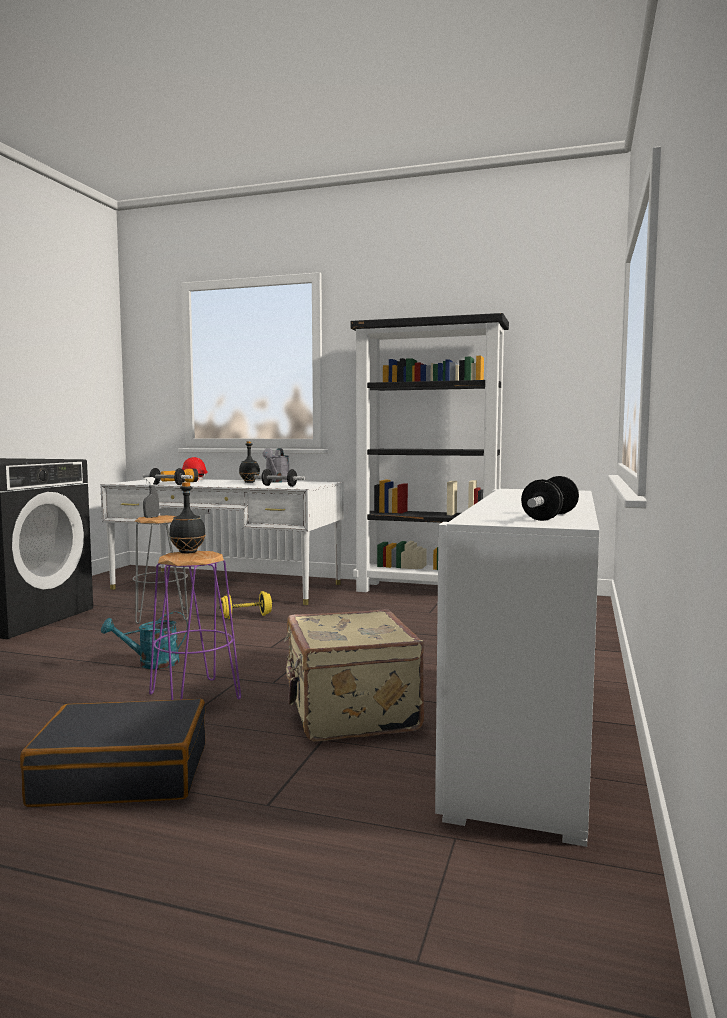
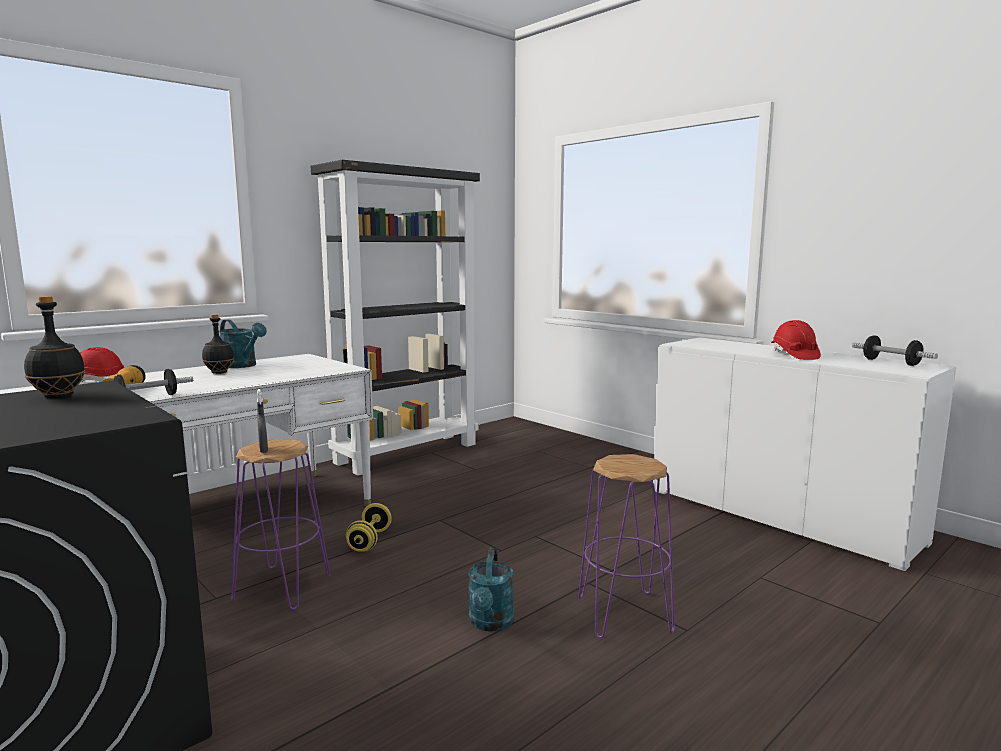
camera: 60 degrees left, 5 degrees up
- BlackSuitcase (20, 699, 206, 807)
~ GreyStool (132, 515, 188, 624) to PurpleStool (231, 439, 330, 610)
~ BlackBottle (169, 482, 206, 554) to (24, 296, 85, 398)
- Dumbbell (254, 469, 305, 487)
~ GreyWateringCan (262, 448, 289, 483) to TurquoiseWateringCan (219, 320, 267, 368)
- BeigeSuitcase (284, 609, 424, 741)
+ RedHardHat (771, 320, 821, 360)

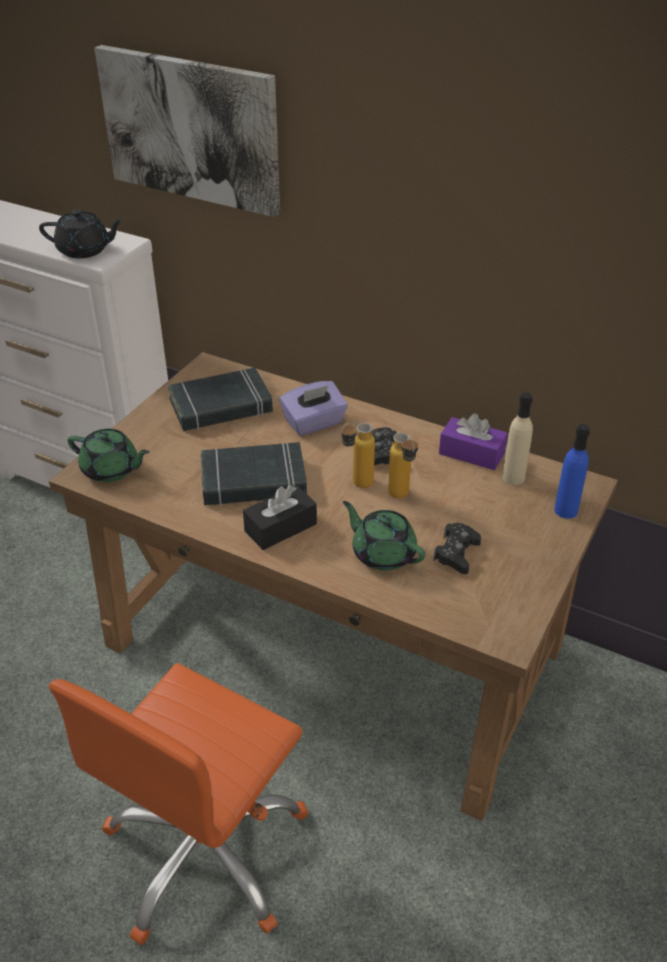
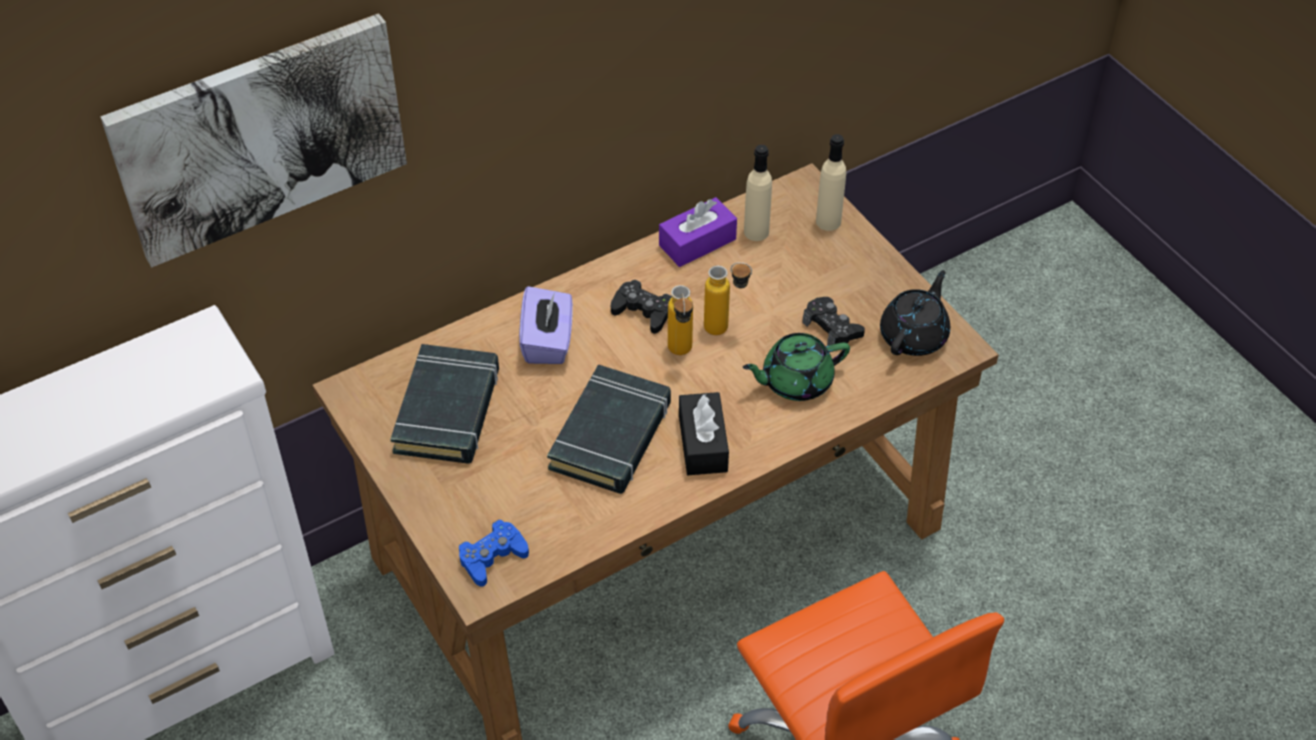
camera: 60 degrees left, 10 degrees up
~ BlackTeapot (39, 210, 124, 258) to (880, 270, 950, 356)
~ GreenTeapot (67, 429, 150, 482) to BlueGameController (459, 520, 529, 587)
~ BlueBottle (554, 424, 590, 519) to BeigeBottle (816, 134, 846, 231)

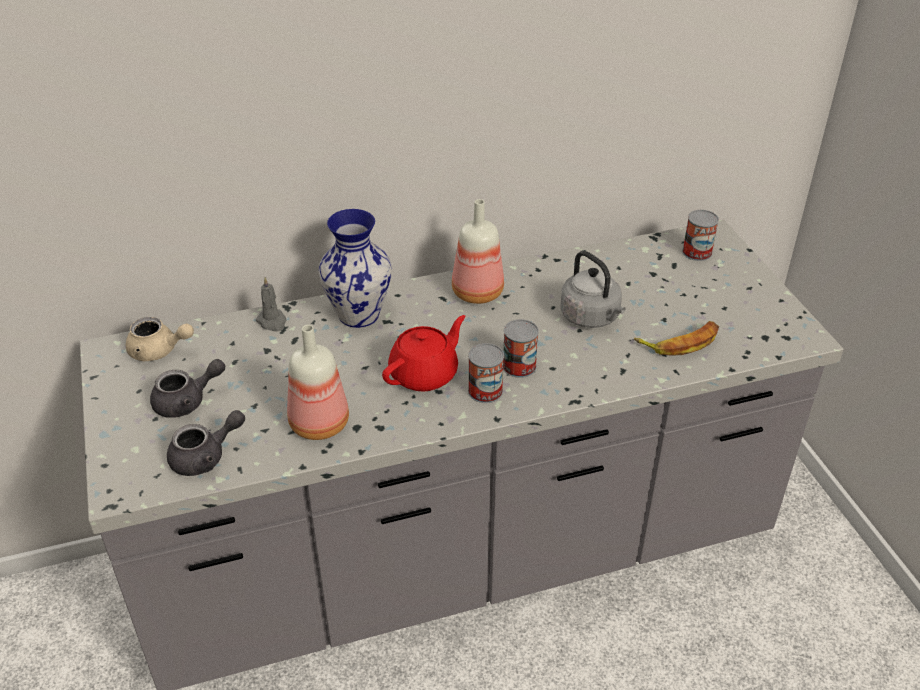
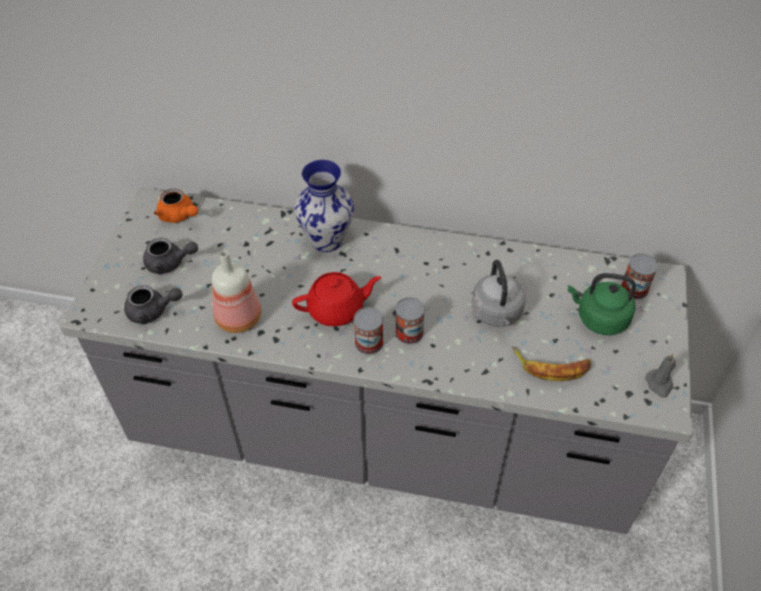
camera: 30 degrees right, 10 degrees up
~ BeigeTeapot (126, 317, 194, 361) to OrangeTeapot (154, 188, 198, 223)
~ GreyCandle (256, 277, 286, 332) to (645, 353, 676, 398)
- Bottle (452, 199, 504, 304)
+ GreenKettle (568, 273, 636, 335)

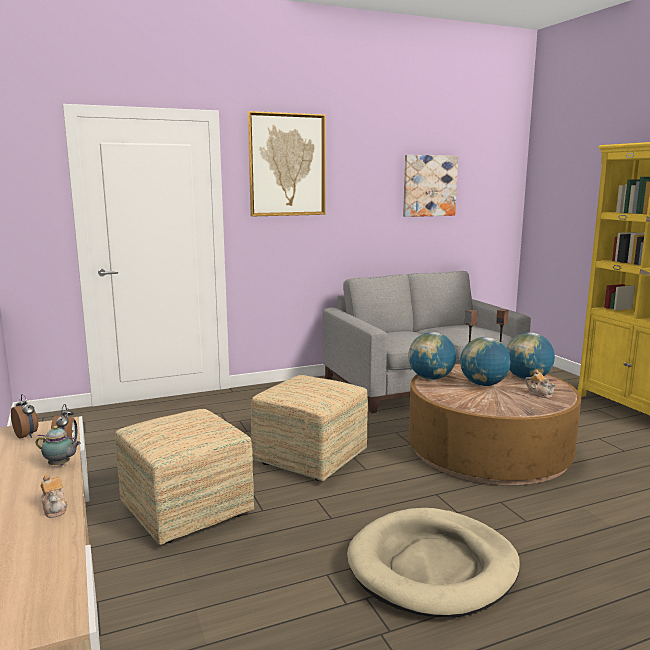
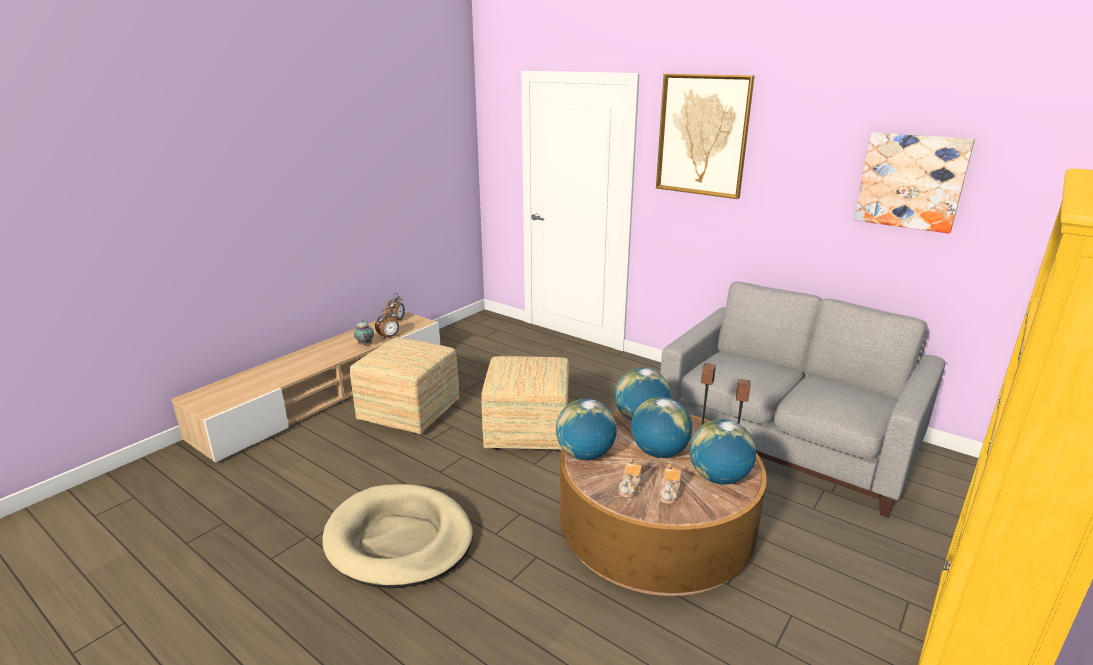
camera: 60 degrees right, 10 degrees up
~ Teapot (40, 474, 68, 518) to (618, 458, 643, 498)
+ Globe (556, 399, 617, 460)

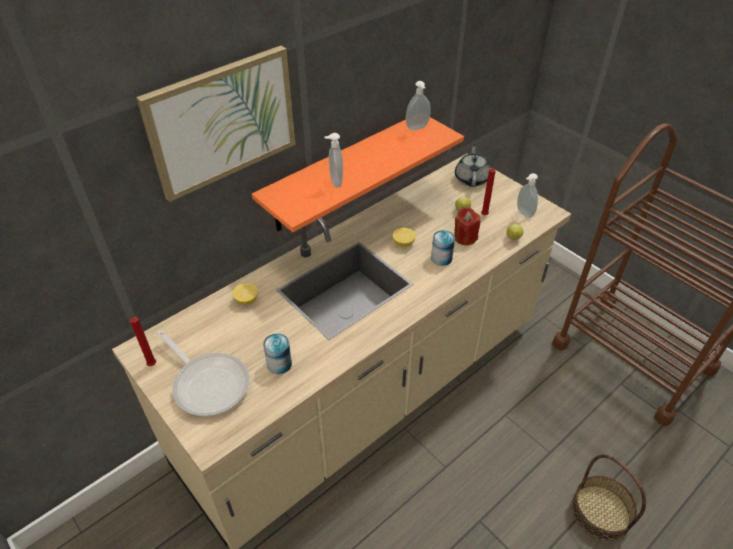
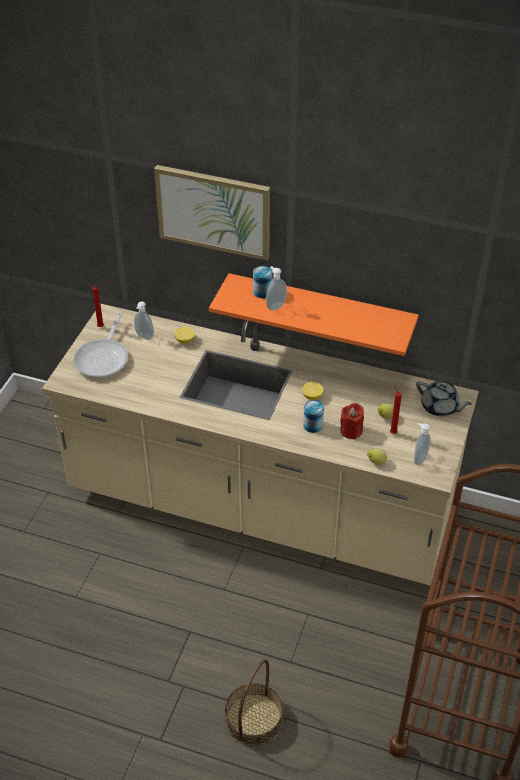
camera: 60 degrees right, 0 degrees up
~ Can (263, 333, 292, 374) to (253, 266, 273, 298)
~ SoapDispenser (406, 81, 431, 130) to (134, 301, 154, 340)
~ GreyTeapot (455, 144, 490, 187) = (416, 381, 472, 417) 60 degrees clockwise

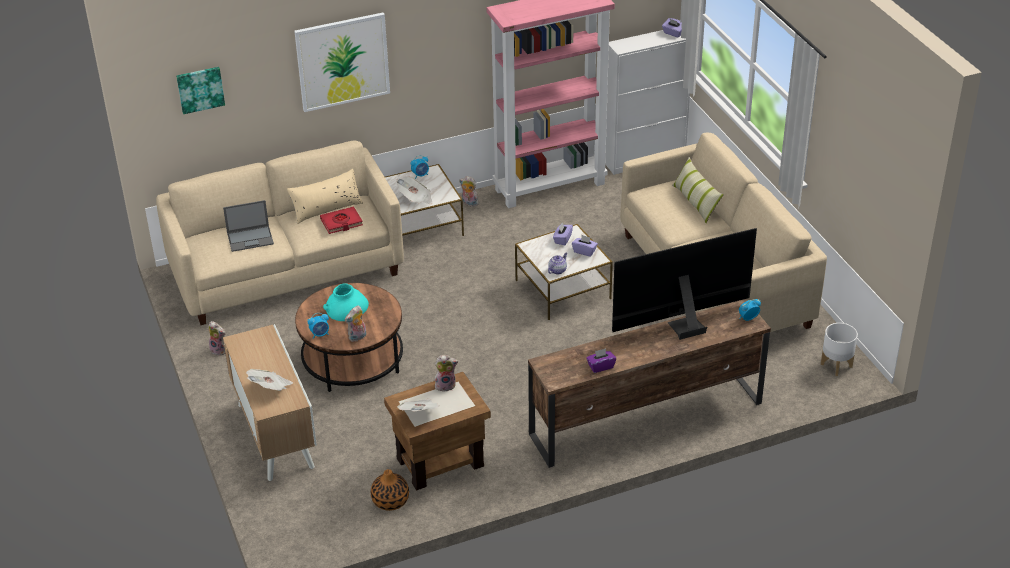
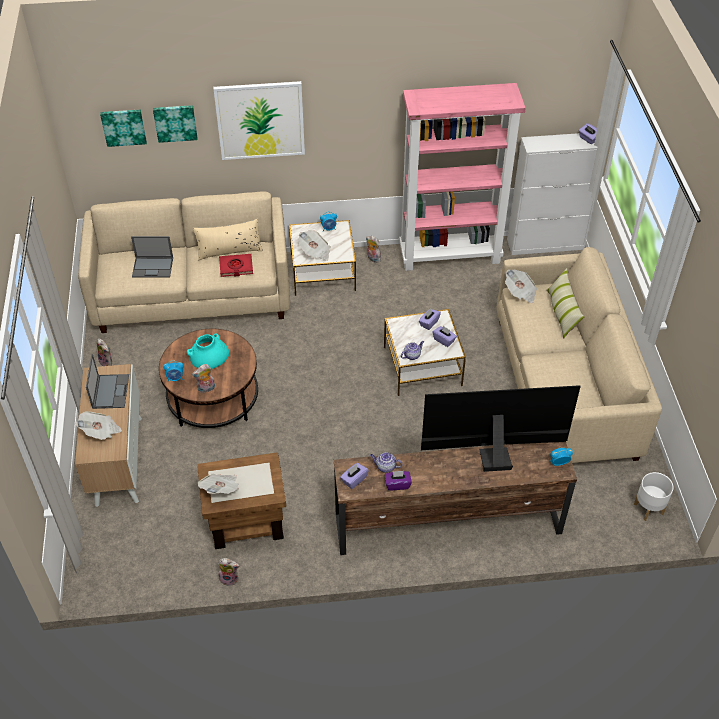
camera: 15 degrees right, 10 degrees up
- Vase (371, 469, 409, 511)
~ PlushToy (435, 355, 458, 391) to (218, 558, 239, 586)
+ Laptop (86, 354, 129, 409)
+ Picture (153, 105, 198, 143)
+ PurpleTissueBox (340, 463, 369, 489)
+ Teapot (370, 452, 403, 473)
+ Newspaper (505, 269, 537, 303)

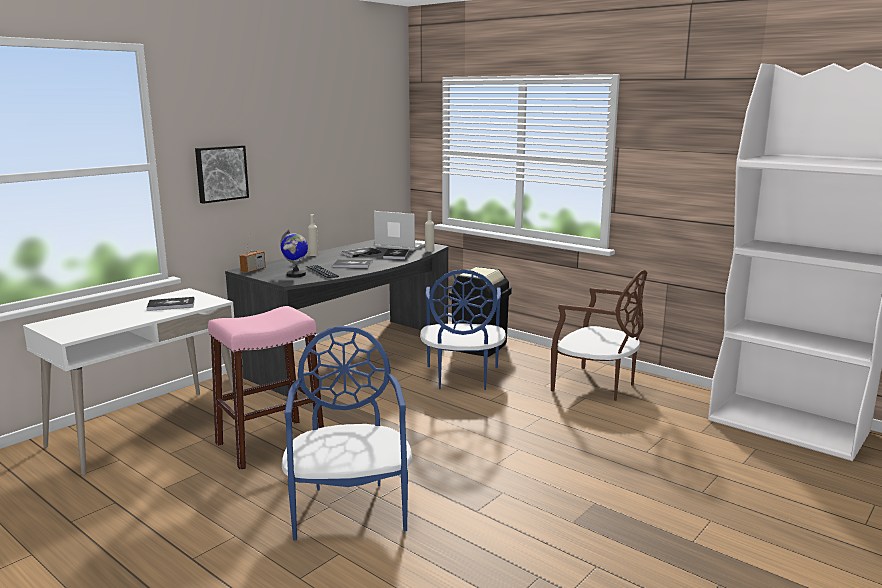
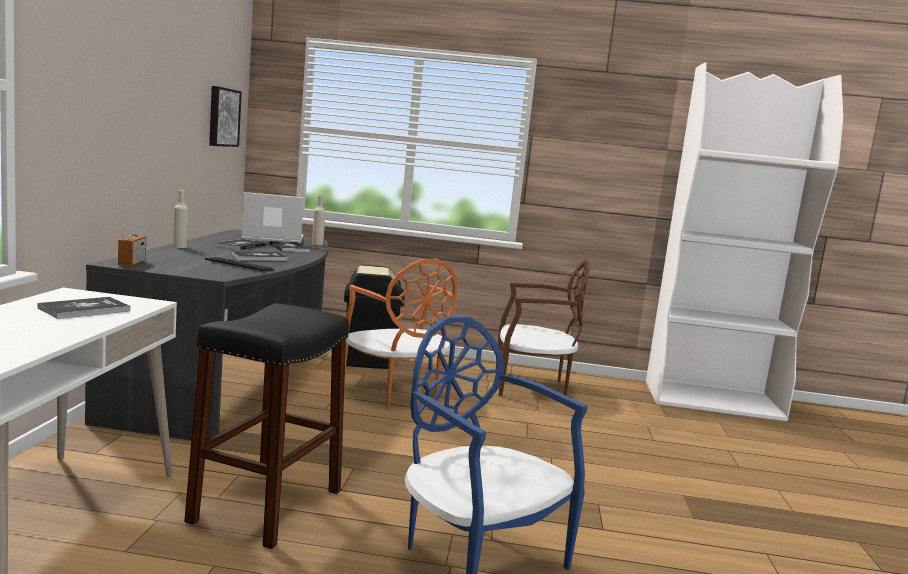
camera: 35 degrees left, 5 degrees down
~ Picture (195, 145, 249, 204) to (209, 86, 242, 147)
~ PinkStool (208, 306, 324, 470) to BlackStool (184, 304, 349, 549)
- Globe (280, 230, 308, 277)
~ BlueChair (420, 270, 506, 390) to OrangeChair (345, 258, 457, 409)

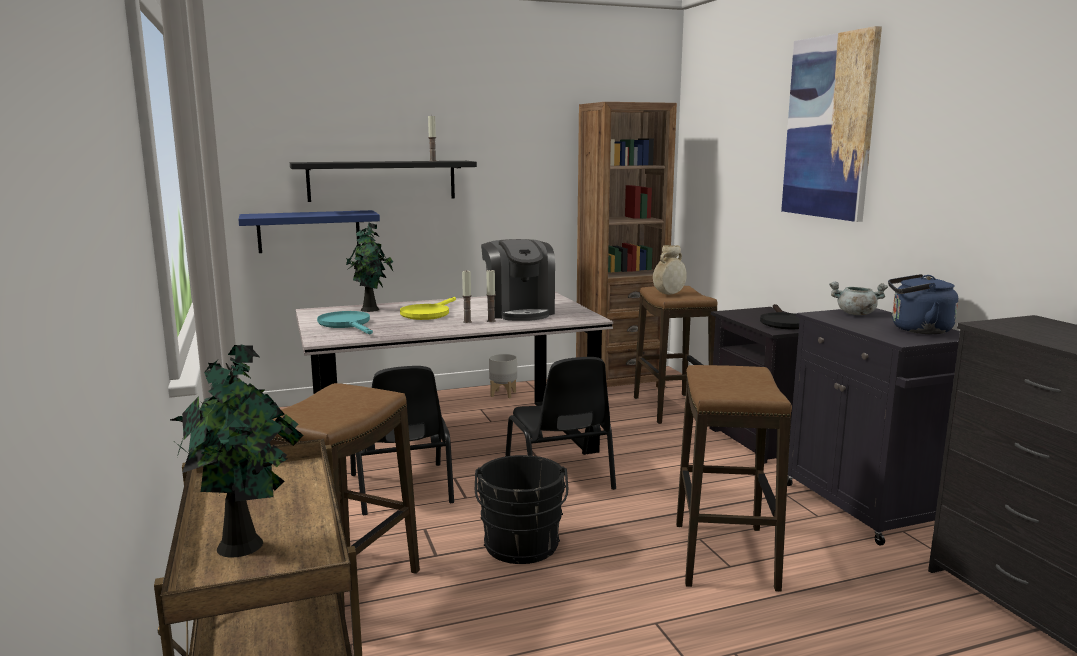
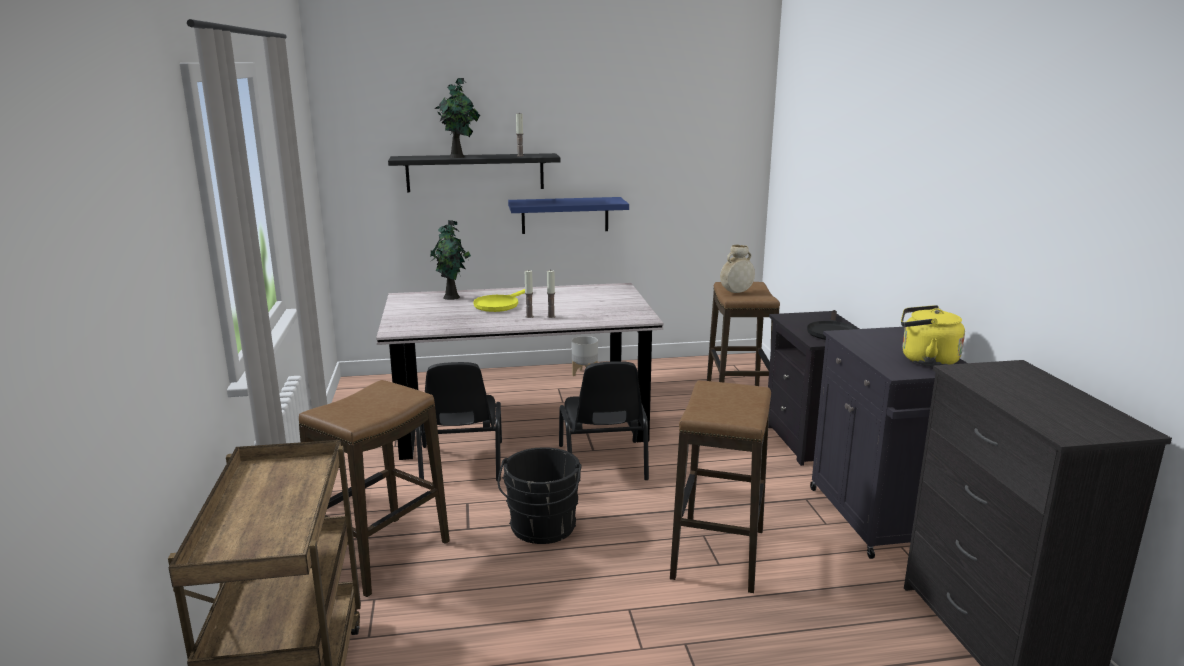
camera: 10 degrees right, 5 degrees up
~ PottedPlant (170, 344, 304, 558) to (435, 77, 480, 158)
~ BlueShelf (238, 210, 380, 253) to (508, 197, 629, 234)
- TurquoiseFryingPan (317, 311, 373, 334)
- CoffeeMachine (481, 239, 555, 321)
- BrownBookcase (576, 102, 677, 388)
- Picture (781, 26, 882, 222)
- GreyCookingPot (829, 282, 888, 315)
~ BlueKettle (888, 274, 958, 334) to YellowKettle (901, 305, 965, 366)

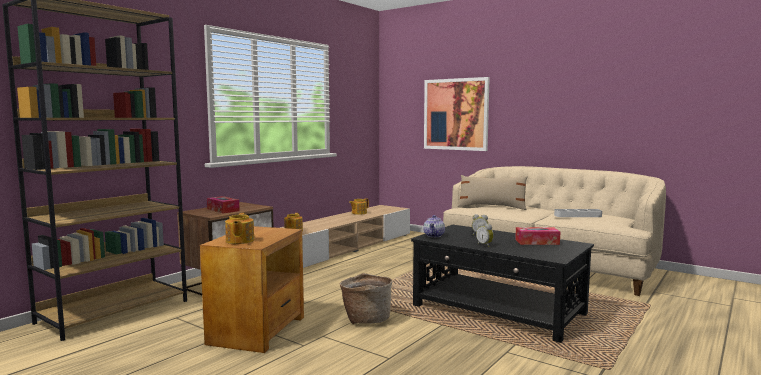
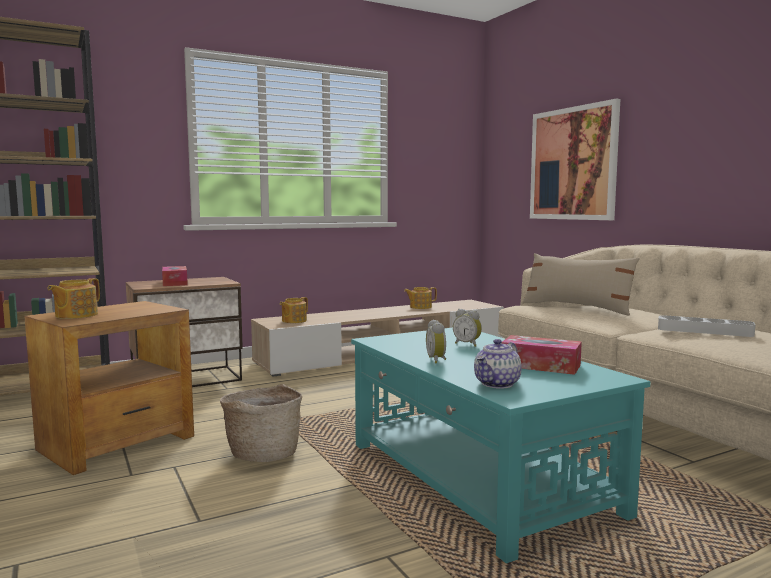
camera: 25 degrees right, 0 degrees up
~ BlackCoffeeTable (411, 225, 594, 343) to TurquoiseCoffeeTable (351, 328, 651, 563)
~ Teapot (423, 215, 445, 237) to (474, 339, 522, 389)

